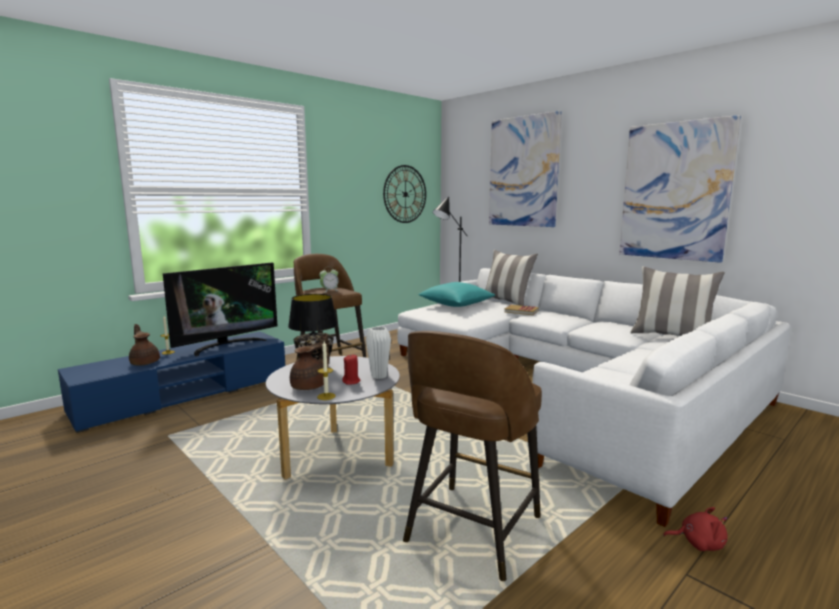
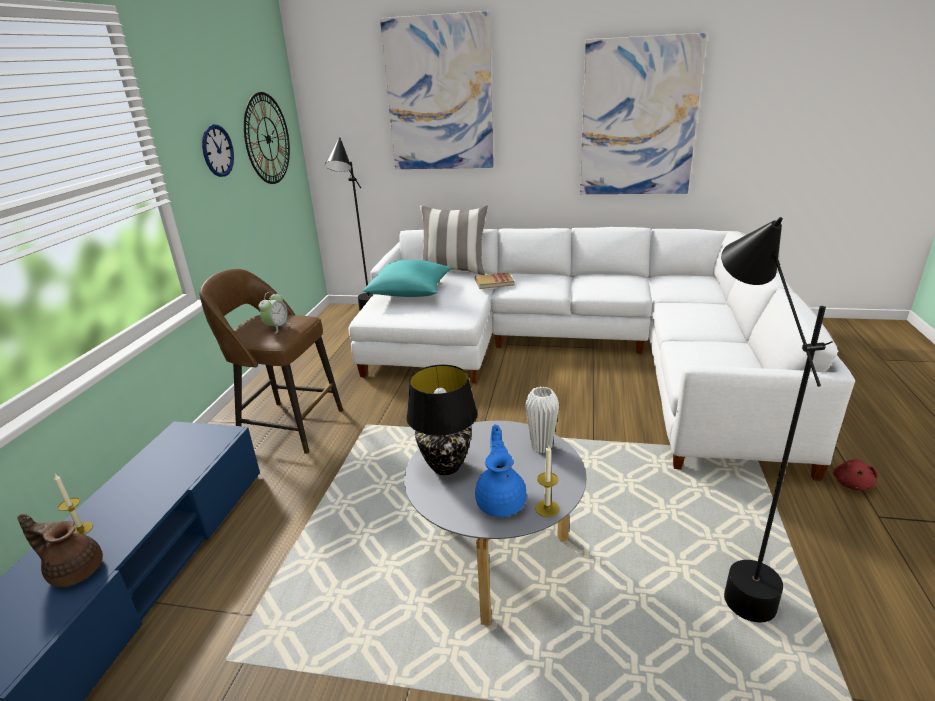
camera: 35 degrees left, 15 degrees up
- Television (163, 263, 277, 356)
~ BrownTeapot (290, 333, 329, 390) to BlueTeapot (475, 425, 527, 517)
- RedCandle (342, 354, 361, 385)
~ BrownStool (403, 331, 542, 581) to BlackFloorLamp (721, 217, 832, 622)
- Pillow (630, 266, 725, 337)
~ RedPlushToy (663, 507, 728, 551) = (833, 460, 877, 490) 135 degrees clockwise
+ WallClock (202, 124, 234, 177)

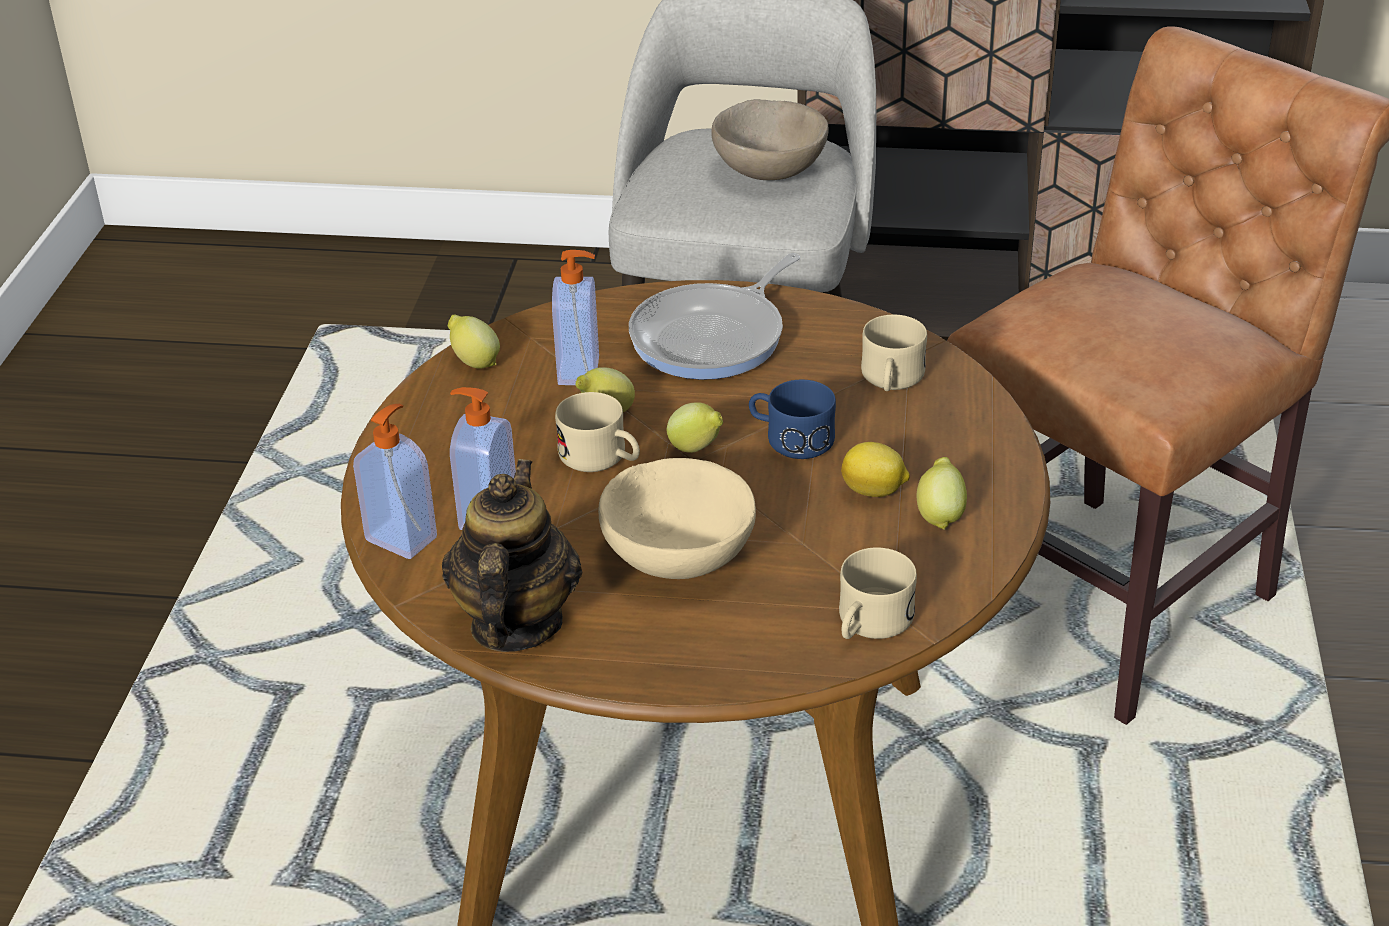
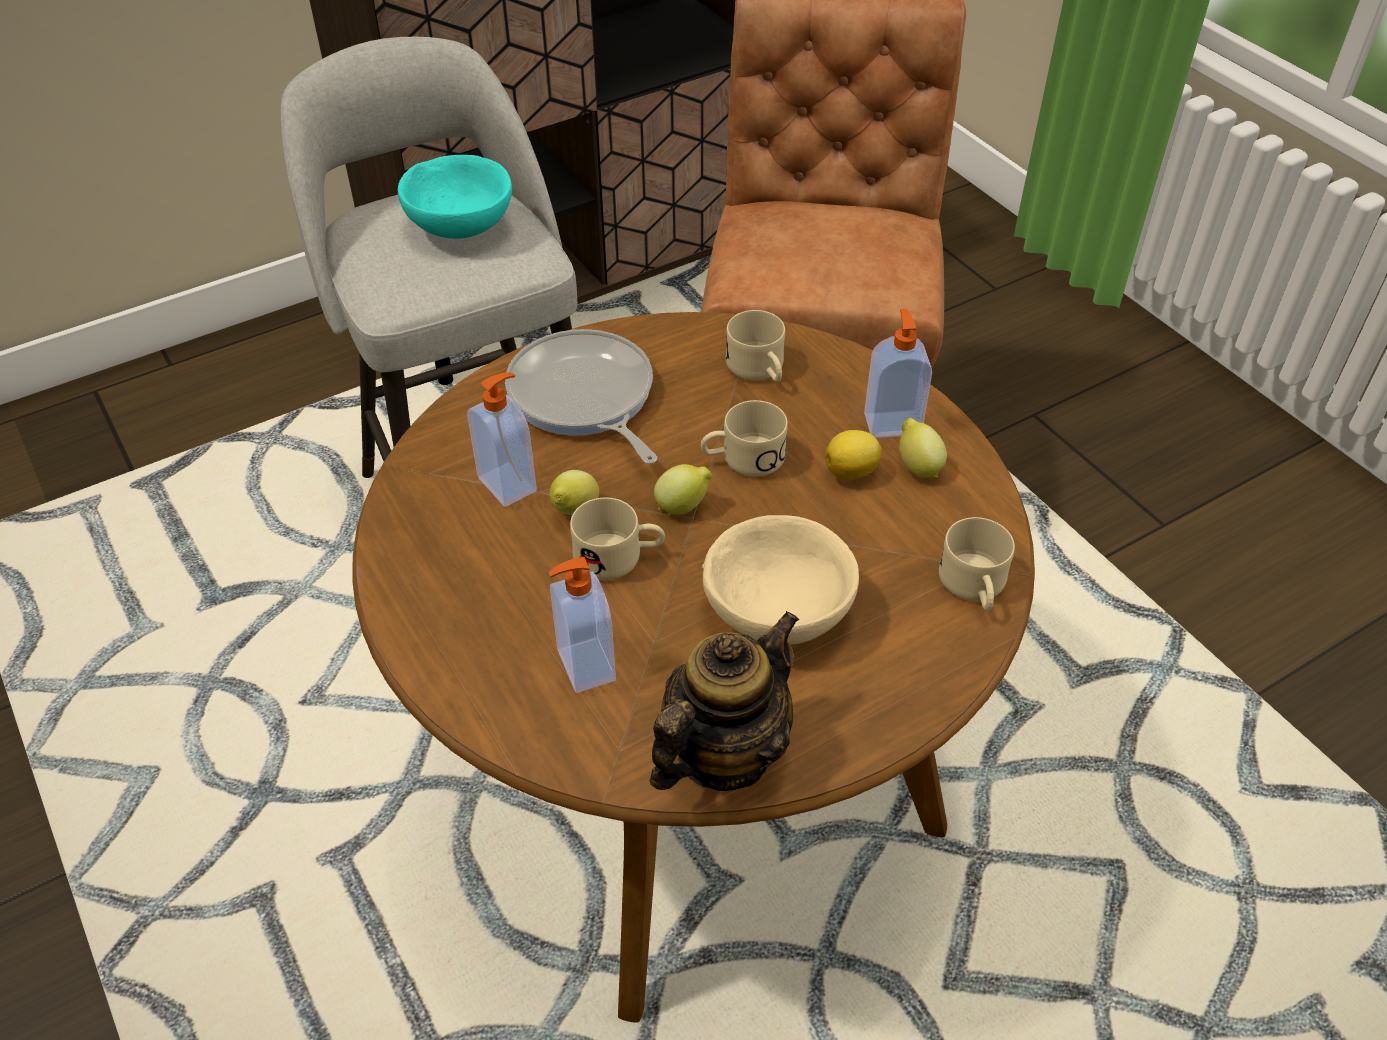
camera: 40 degrees left, 10 degrees up
~ SoapDispenser (353, 404, 437, 559) to (864, 309, 932, 438)
~ Teapot (442, 459, 582, 652) = (650, 611, 800, 791) 75 degrees clockwise
- Lemon (448, 315, 500, 369)
~ FryingPan (629, 253, 800, 380) = (505, 329, 657, 464) 150 degrees clockwise
~ BeigeBowl (711, 99, 829, 180) to TurquoiseBowl (398, 155, 512, 239)
~ BlueMug (749, 380, 836, 459) to BeigeMug (701, 400, 788, 476)

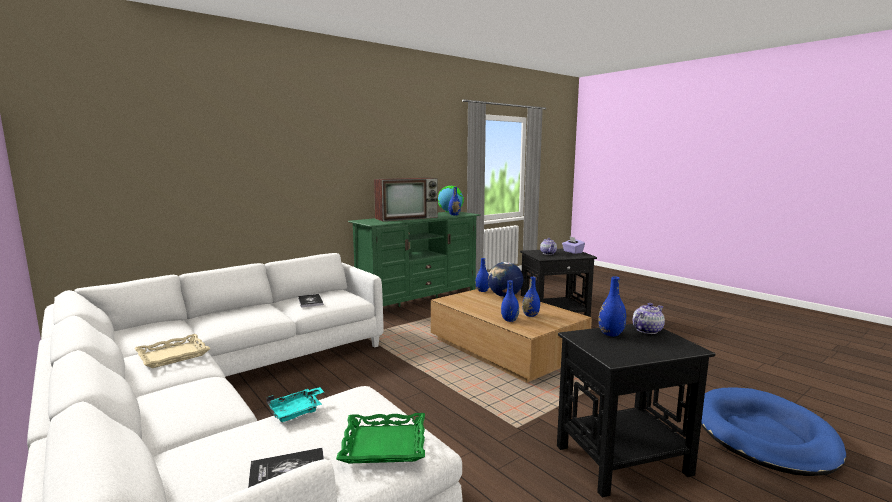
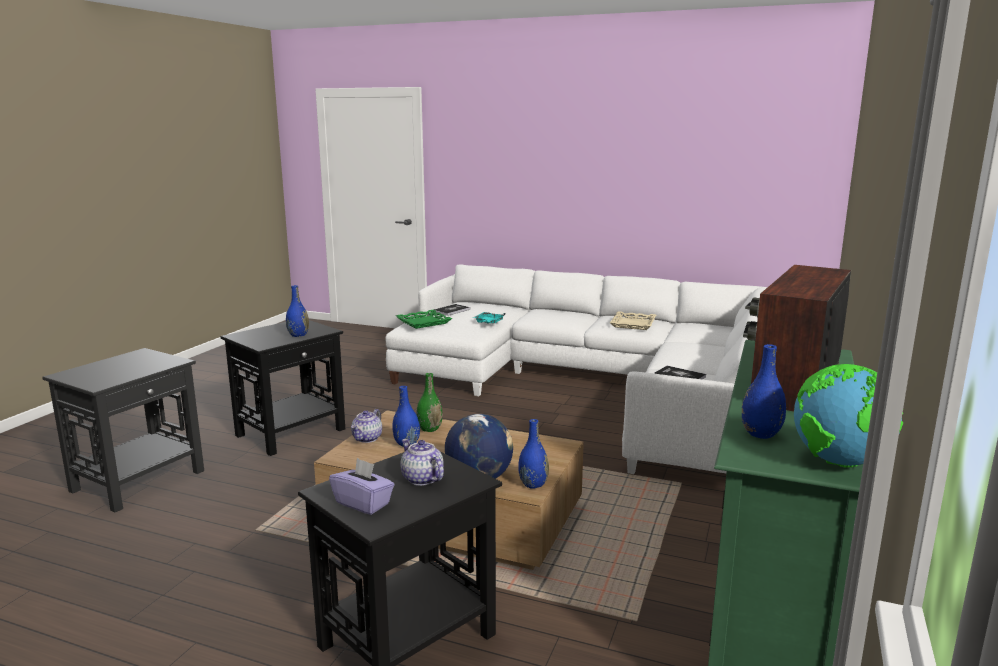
camera: 150 degrees right, 5 degrees up
~ BlueVase (501, 280, 519, 322) to GreenVase (416, 373, 442, 432)
~ Teapot (633, 303, 665, 334) to (351, 409, 382, 443)
~ BlueDogBed (701, 388, 846, 476) to BlackSideTable (42, 348, 204, 512)

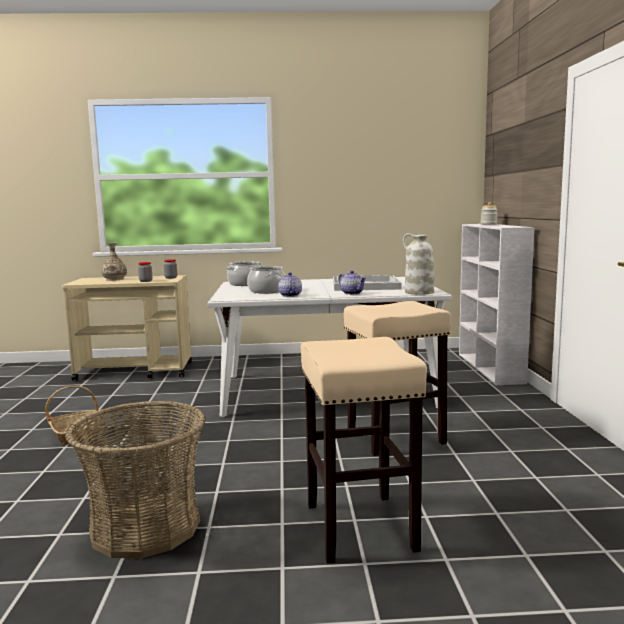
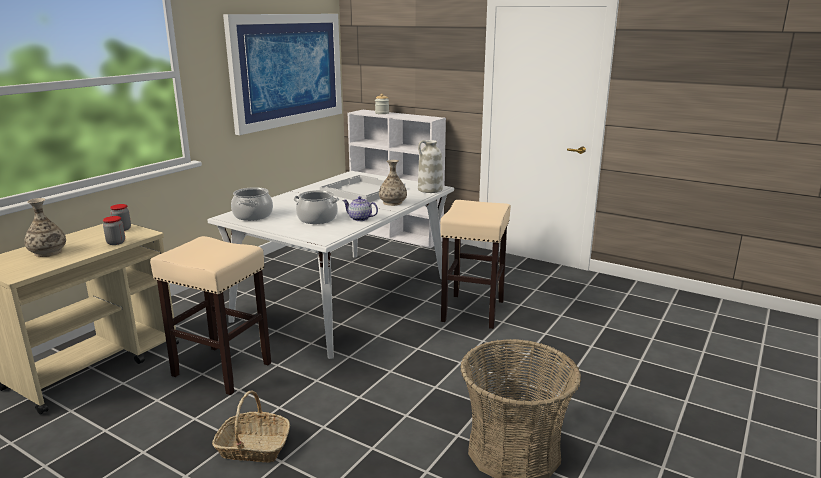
camera: 55 degrees left, 10 degrees up
~ BeigeStool (301, 337, 427, 563) to (150, 236, 271, 395)
~ Teapot (338, 270, 366, 295) to Vase (379, 160, 407, 206)
+ Picture (223, 14, 342, 135)

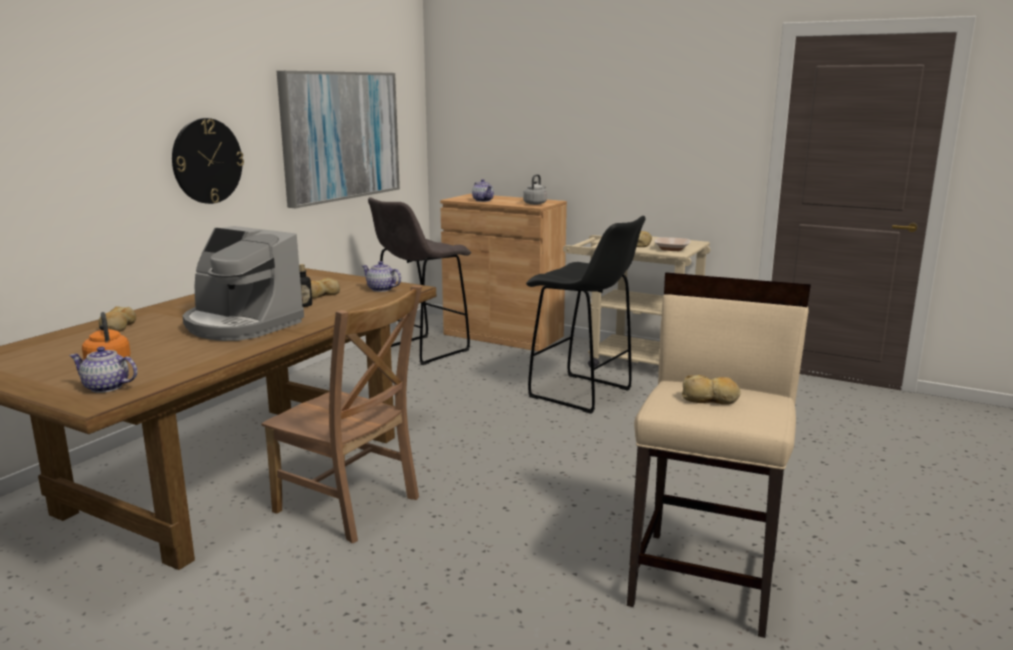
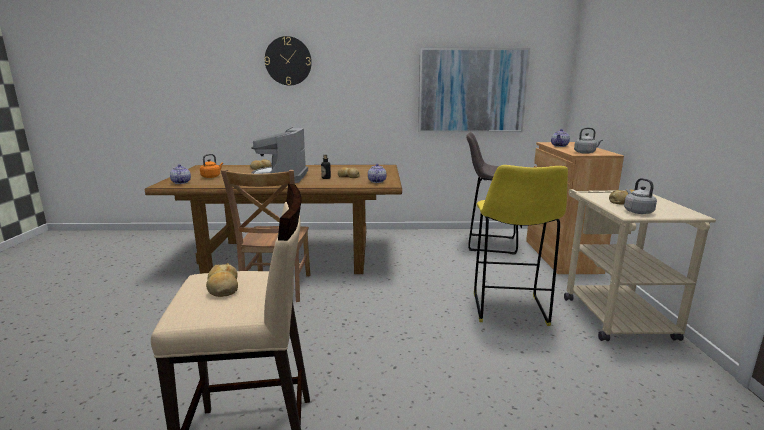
camera: 60 degrees right, 0 degrees up
~ WallClock (172, 118, 244, 204) to (265, 36, 312, 86)
~ BlackStool (526, 216, 646, 414) to YellowStool (474, 165, 568, 326)
~ Bowl (654, 237, 691, 251) to GreyKettle (624, 178, 657, 214)

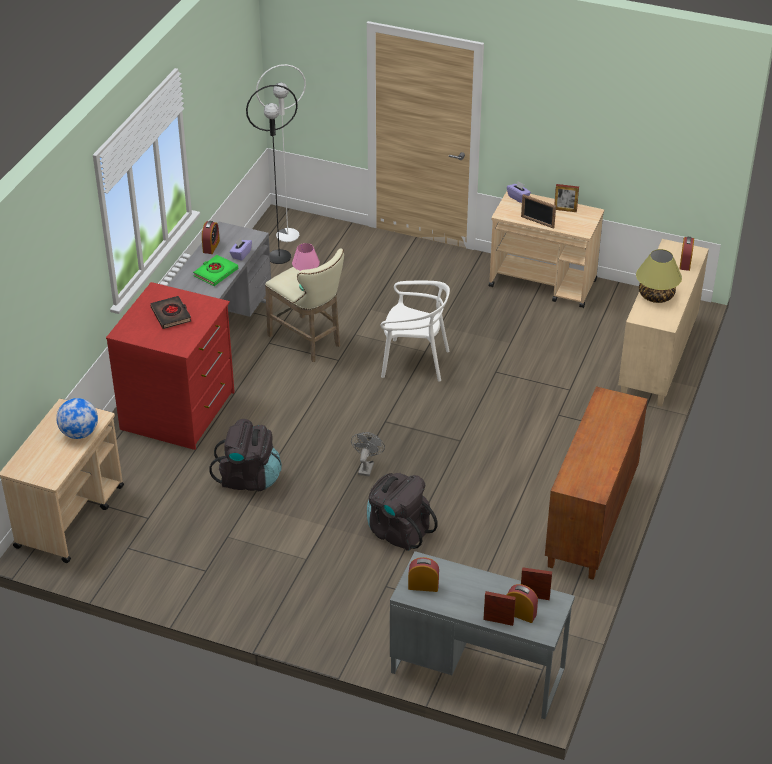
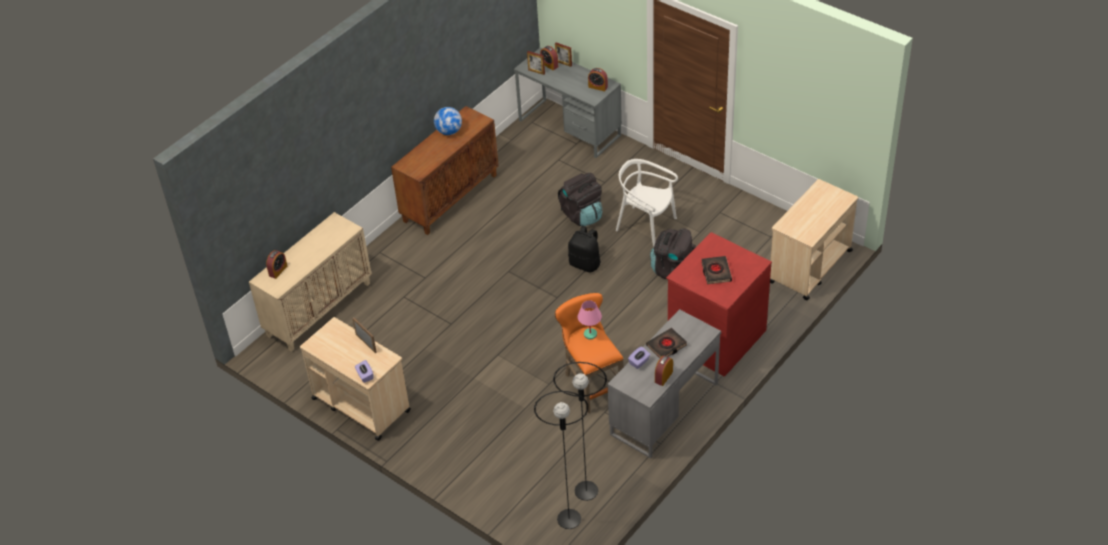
camera: 160 degrees left, 5 degrees up
~ Globe (56, 398, 98, 439) to (434, 107, 462, 135)
~ GreenBook (193, 255, 238, 286) to BlackBook (646, 328, 687, 358)
~ WhiteFloorLamp (256, 64, 306, 242) to BlackFloorLamp (534, 391, 588, 529)
~ BeigeStool (265, 248, 344, 362) to OrangeStool (555, 293, 624, 413)
~ GreyFan (351, 432, 385, 476) to BlackBackpack (568, 226, 600, 273)
~ WhiteChair (381, 281, 450, 382) to (616, 159, 678, 248)
- PictureFrame (554, 184, 579, 212)
- TableLamp (636, 249, 682, 303)

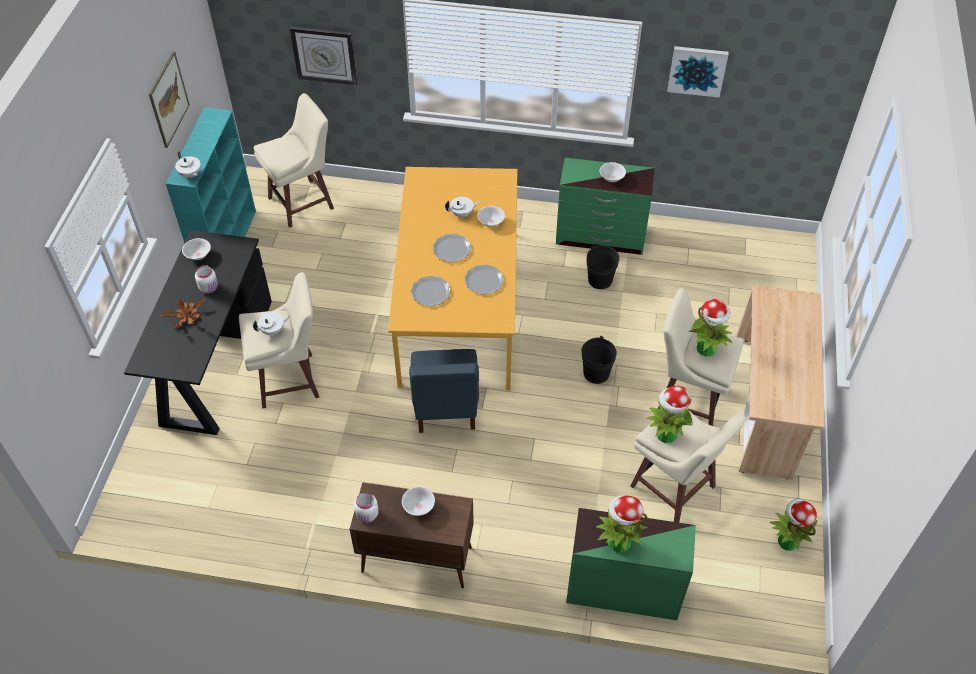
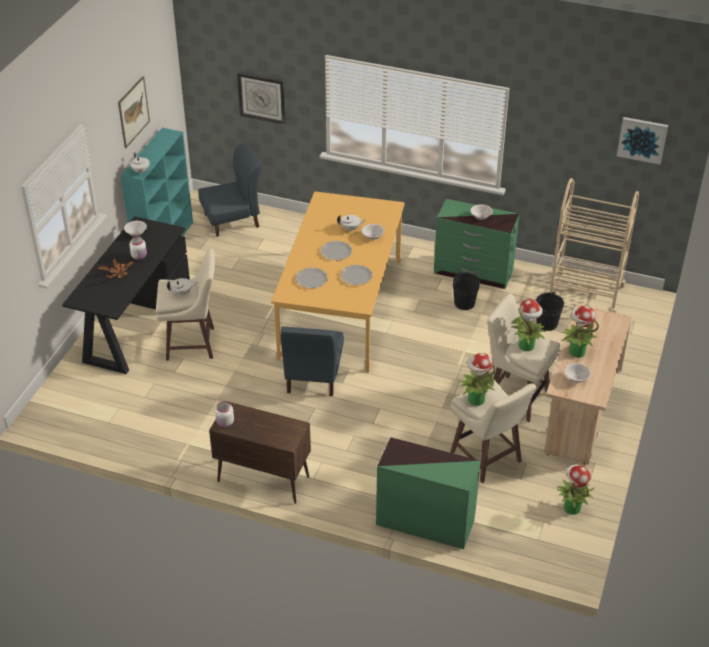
camera: 10 degrees right, 10 degrees down
~ BeigeStool (254, 93, 334, 228) to BlueChair (198, 142, 261, 237)
~ WhiteBowl (402, 486, 435, 516) to (565, 363, 591, 383)
~ BlackBucket (582, 336, 617, 384) to (536, 292, 564, 331)
~ PottedPlant (596, 495, 648, 553) to (561, 306, 599, 358)
~ Picture (667, 46, 729, 97) to (617, 117, 668, 164)
+ BeigeCart (548, 178, 639, 313)

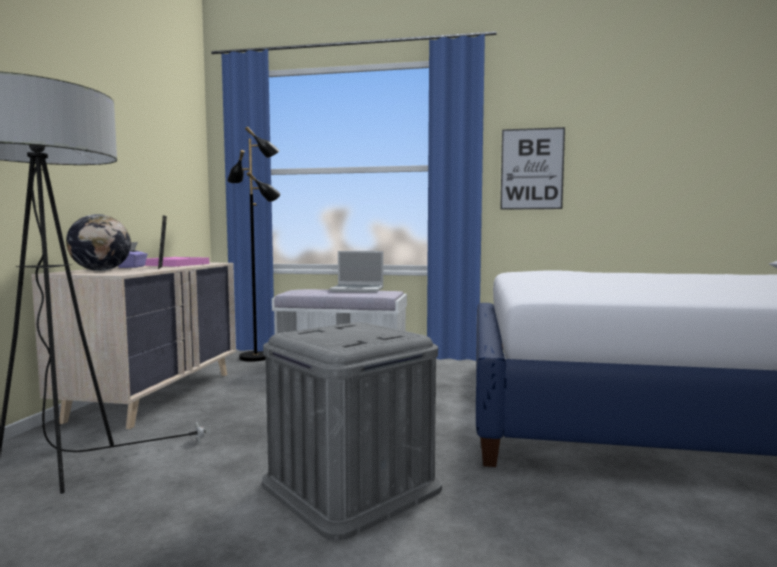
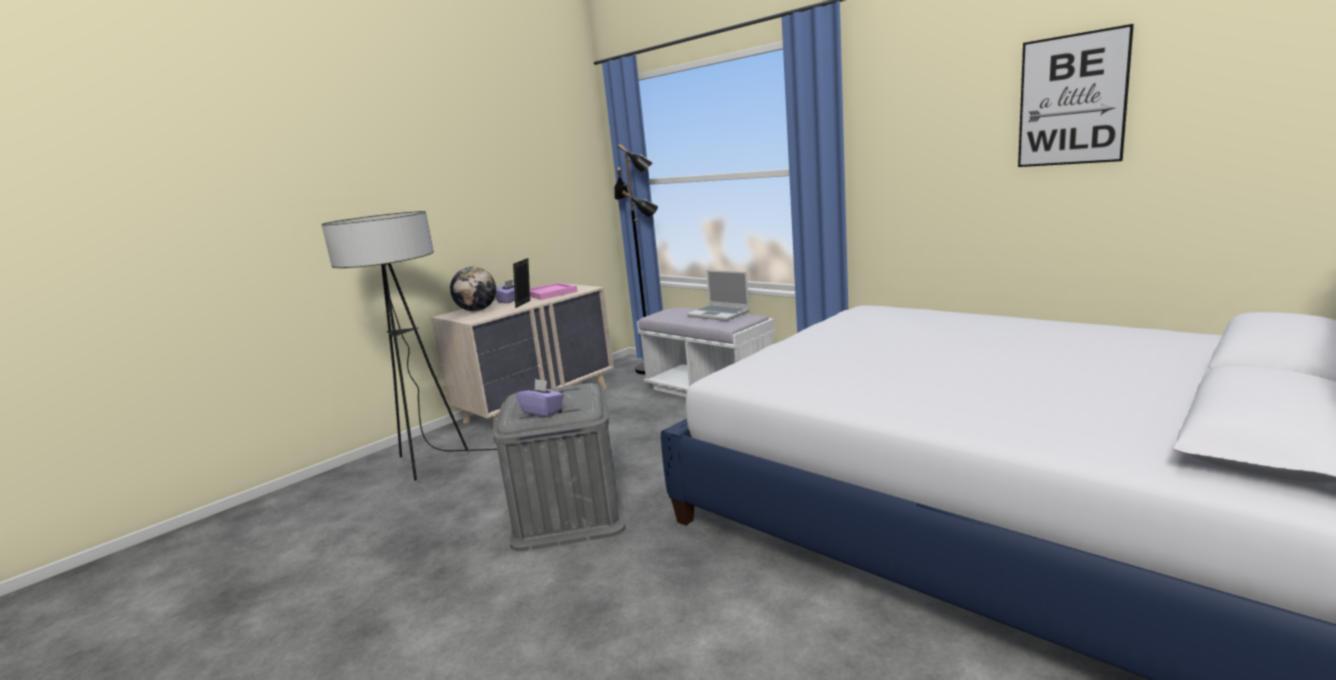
camera: 35 degrees right, 10 degrees up
~ Picture (500, 127, 565, 210) to (1018, 24, 1134, 167)
+ PurpleTissueBox (516, 379, 564, 417)

